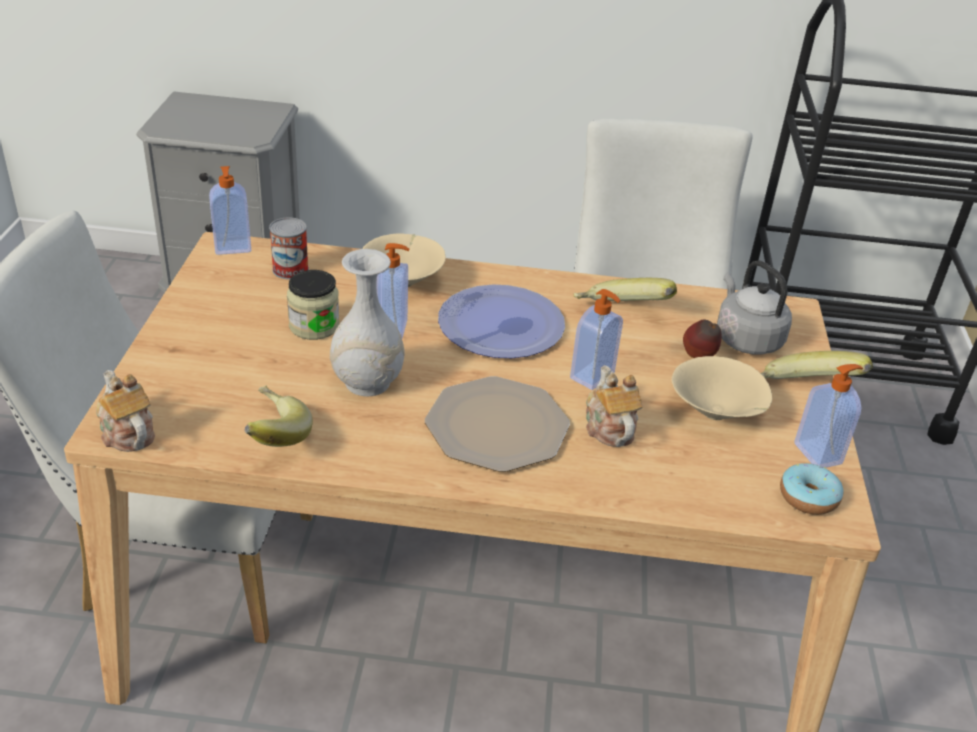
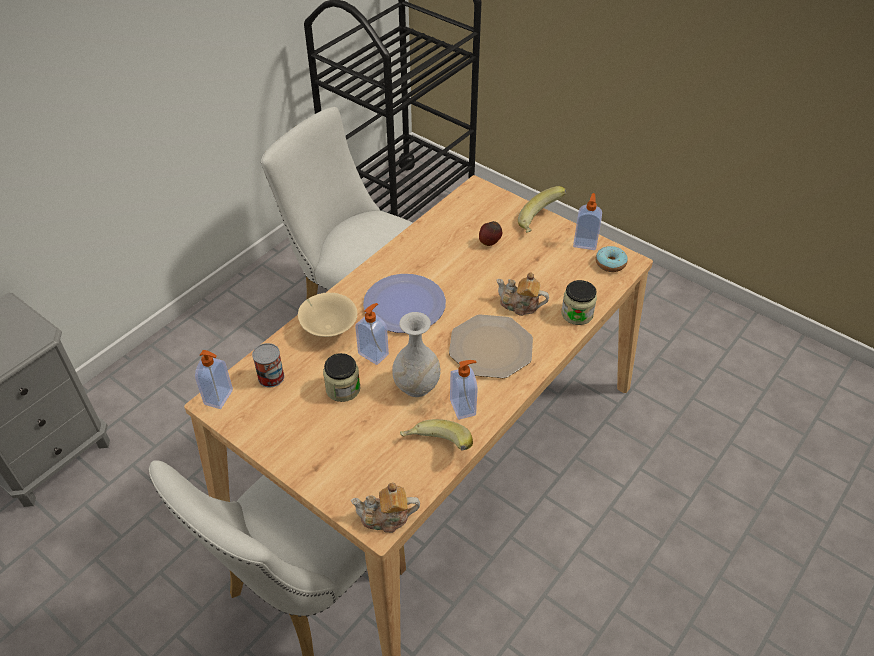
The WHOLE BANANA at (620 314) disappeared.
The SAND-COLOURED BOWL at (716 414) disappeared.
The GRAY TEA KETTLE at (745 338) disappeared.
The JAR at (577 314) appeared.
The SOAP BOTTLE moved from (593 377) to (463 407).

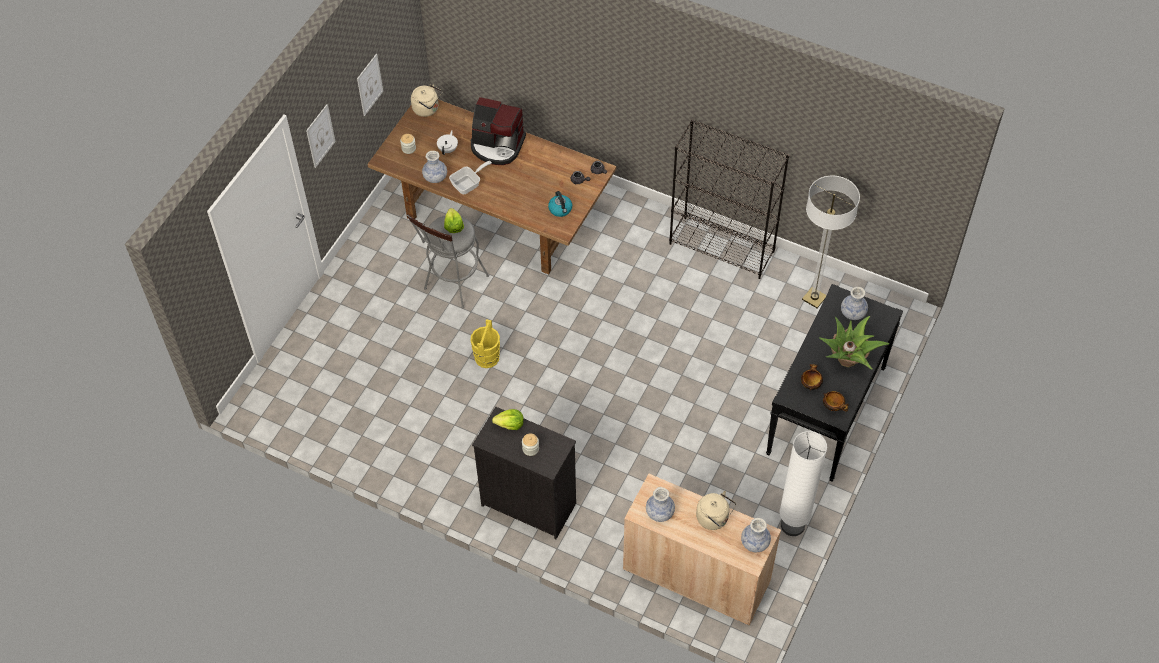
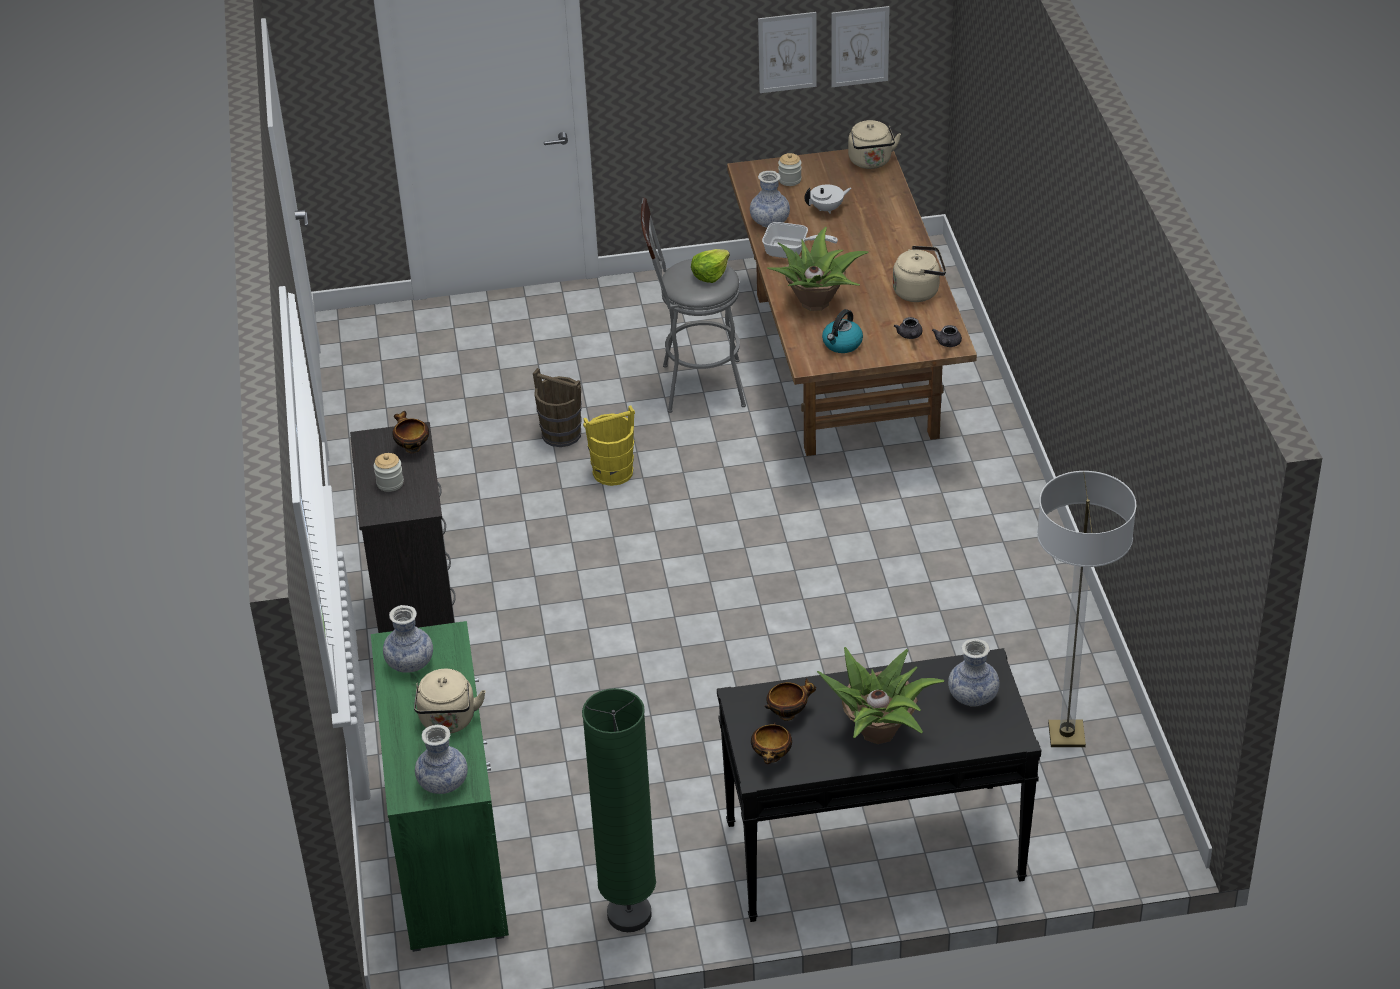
The COFFEE MACHINE at (497 146) disappeared.
The BLACK SHELVING UNIT at (722 247) disappeared.
The BROWN PAIL at (561 434) appeared.
The POTTED PLANT at (816 302) appeared.
The SAND-COLOURED TEA KETTLE at (919 291) appeared.
The WALL PICTURE moved from (320 136) to (859 46).
The LETTUCE at (510 425) was replaced by the BOWL at (411 447).
The SAND-COLOURED CUPBOARD at (696 575) became the GREEN CUPBOARD at (450 851).
The WHITISH FLOOR LAMP at (792 525) became the GREEN FLOOR LAMP at (629 915).

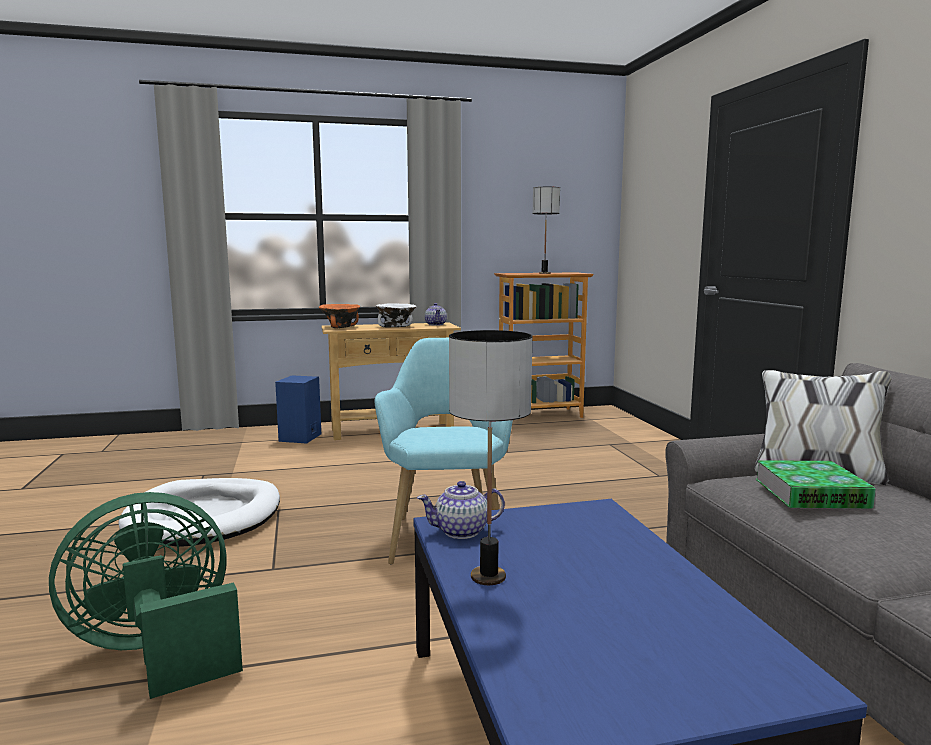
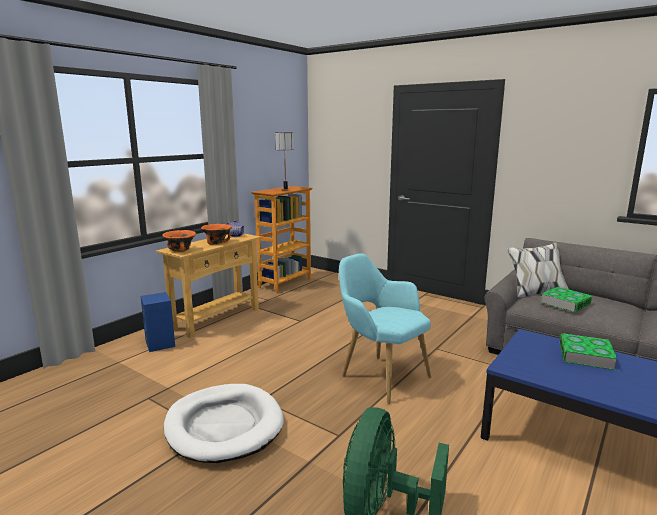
The TEAPOT at (462 531) disappeared.
The TABLE LAMP at (488 577) disappeared.
The BOOK at (585 356) appeared.
The WHITISH BOWL at (396 326) became the ORANGE BOWL at (217 242).

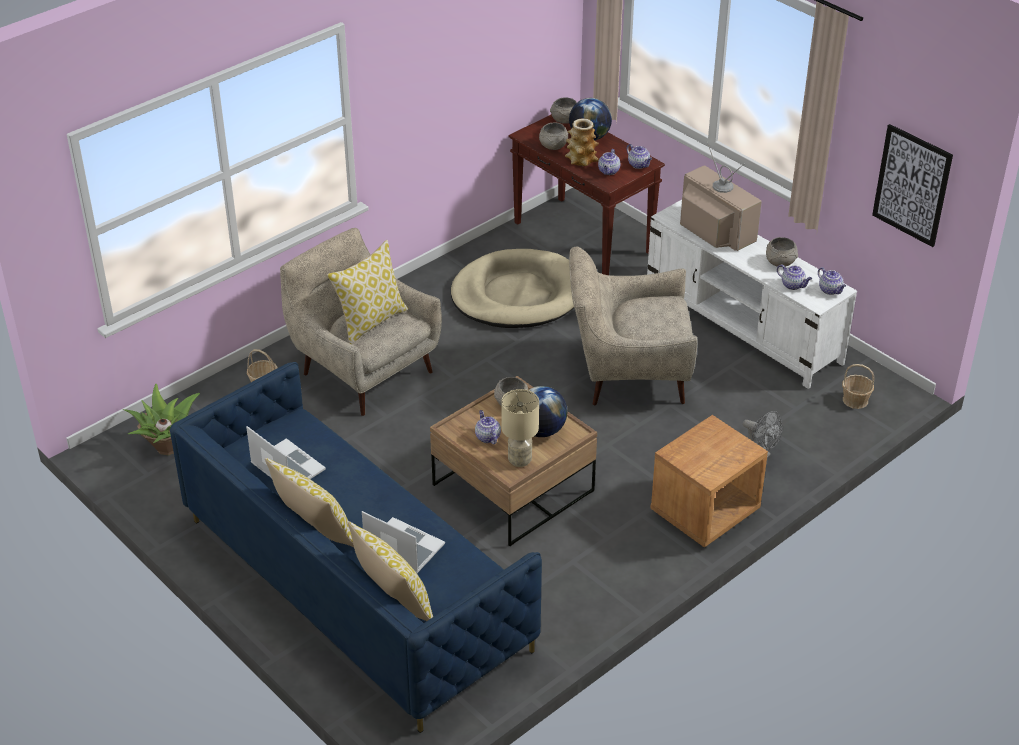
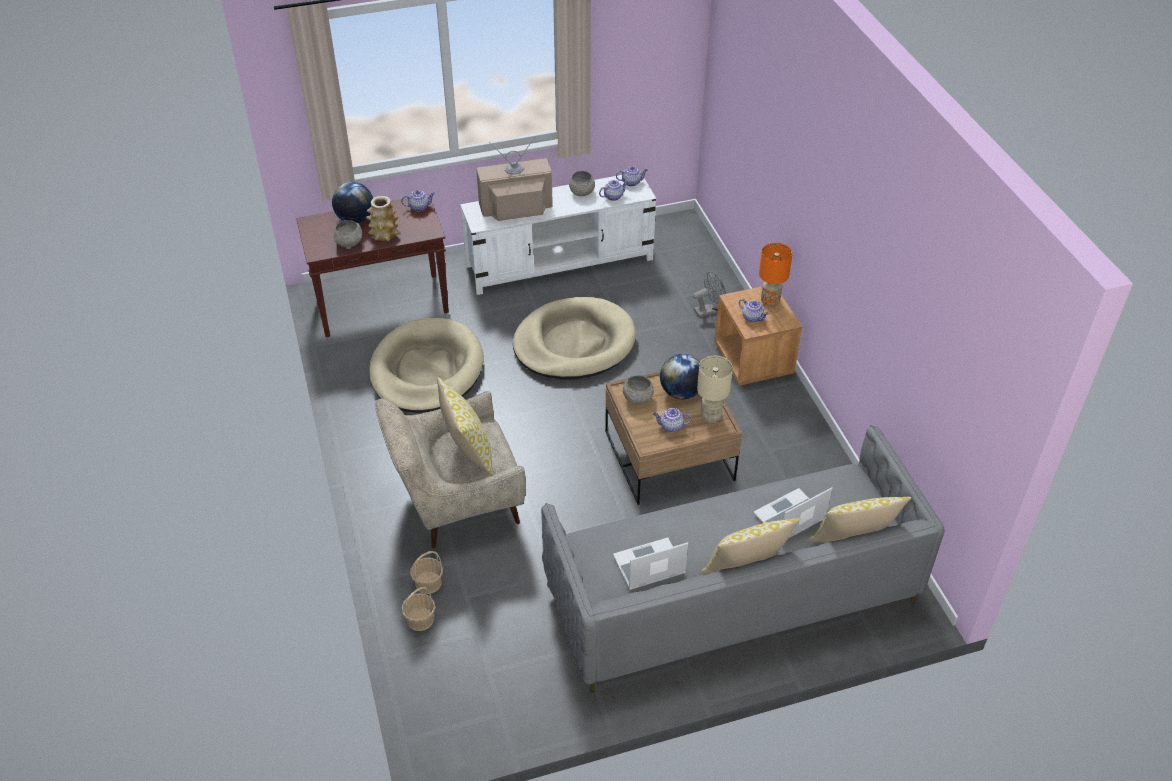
The POTTED PLANT at (169 446) disappeared.
The GRAY BOWL at (564 120) disappeared.
The WALL PICTURE at (912 185) disappeared.
The ORANGE TABLE LAMP at (769 301) appeared.
The TEAPOT moved from (609 171) to (753 317).
The BASKET moved from (855 400) to (420 619).
The SAND-COLOURED EASY CHAIR at (627 374) was replaced by the SAND-COLOURED PET BED at (574 343).
The BLUE-COLOURED SOFA at (355 583) became the GRAY SOFA at (730 594).

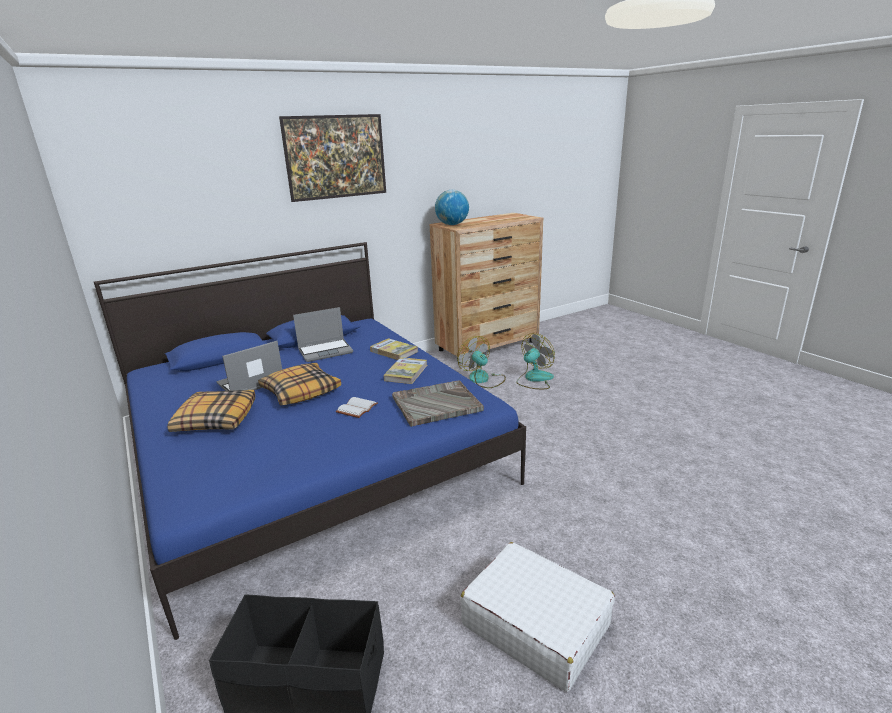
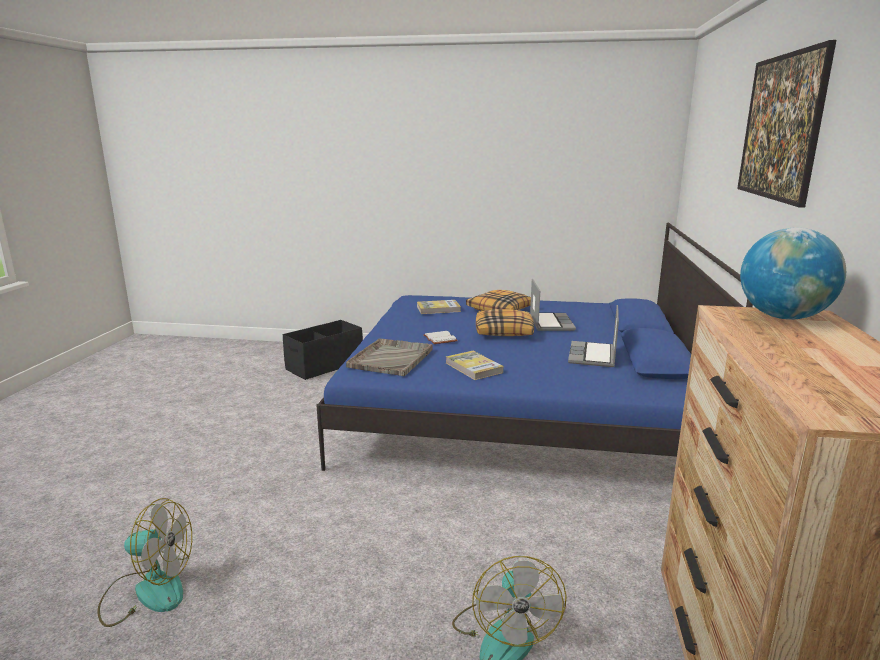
The WHITISH SUITCASE at (535 624) disappeared.
The BOOK moved from (394 351) to (438 309).
The COOLING FAN moved from (483 379) to (147 591).

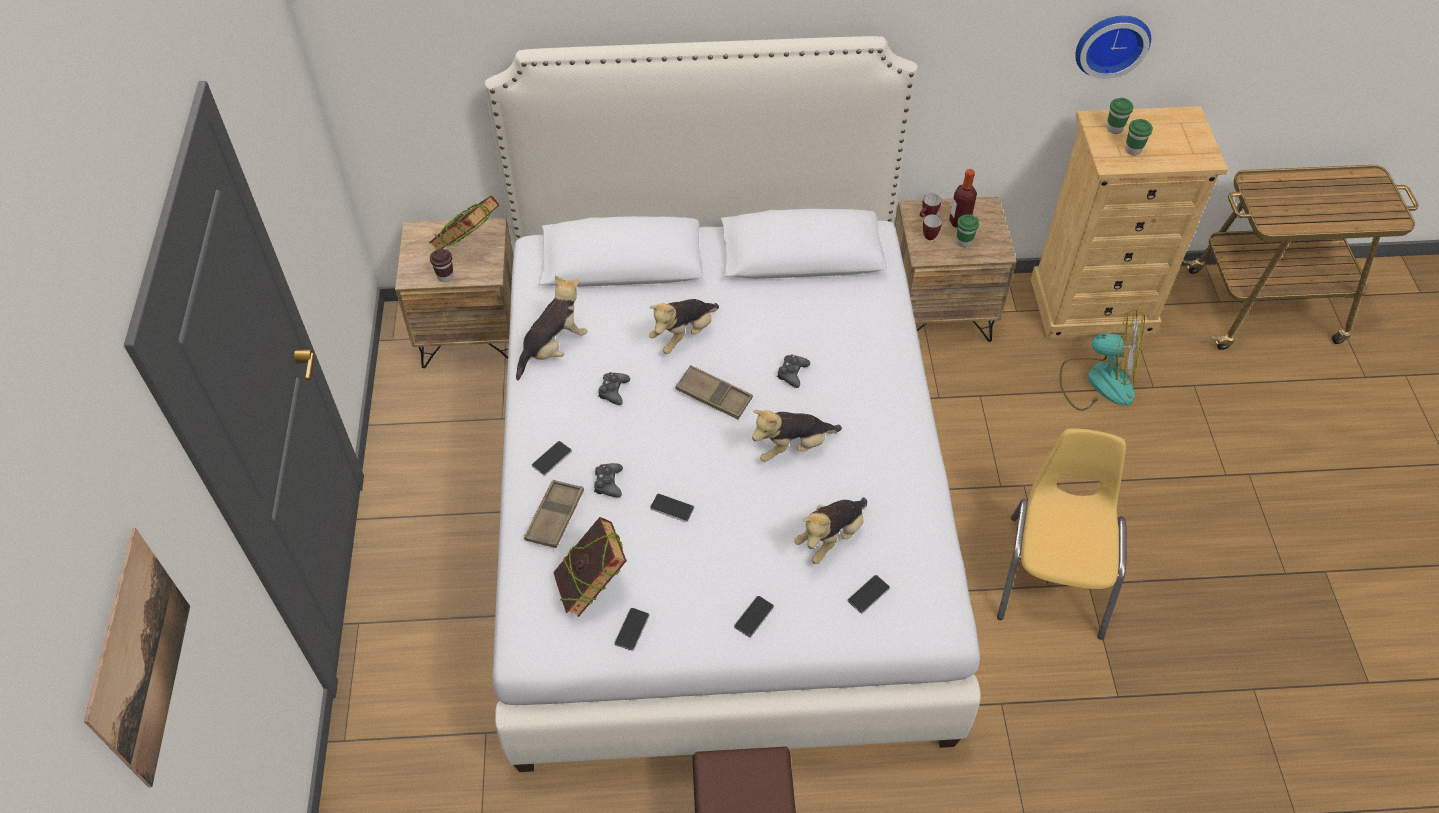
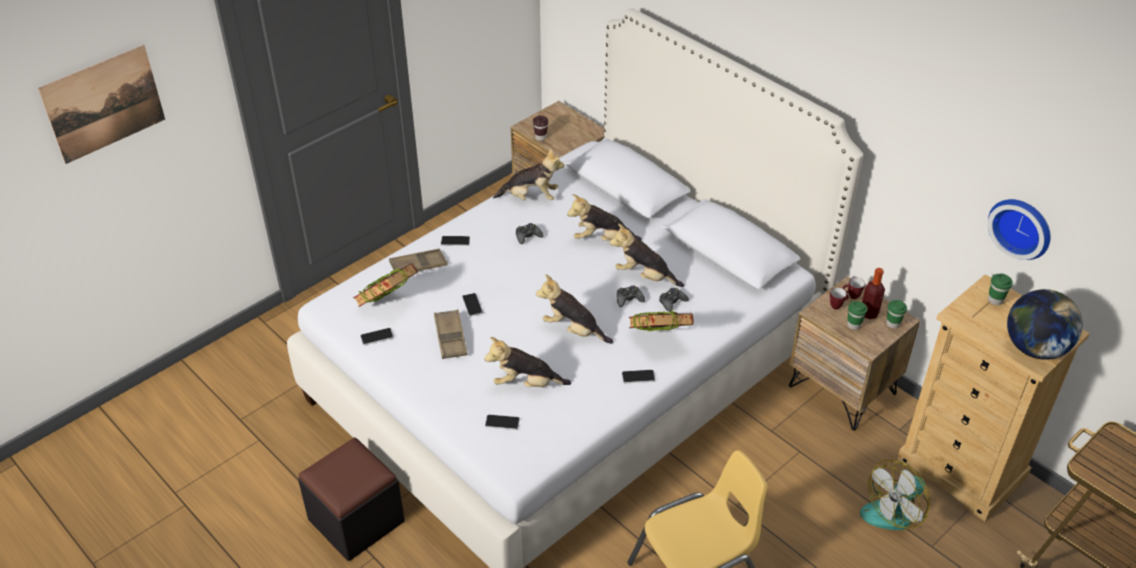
The PLUSH TOY at (644 276) appeared.
The DESK GLOBE at (1034 348) appeared.
The BOOK moved from (469 246) to (658 341).
The BLACK GAME CONTROLLER moved from (608 483) to (672 302).
The BROWN SERVING TRAY moved from (714 396) to (450 337).
The TELEPHONE moved from (754 617) to (638 377).
The GREEN CUP moved from (1133 150) to (893 324).
The COOLING FAN at (1098 381) turned 75 degrees clockwise.

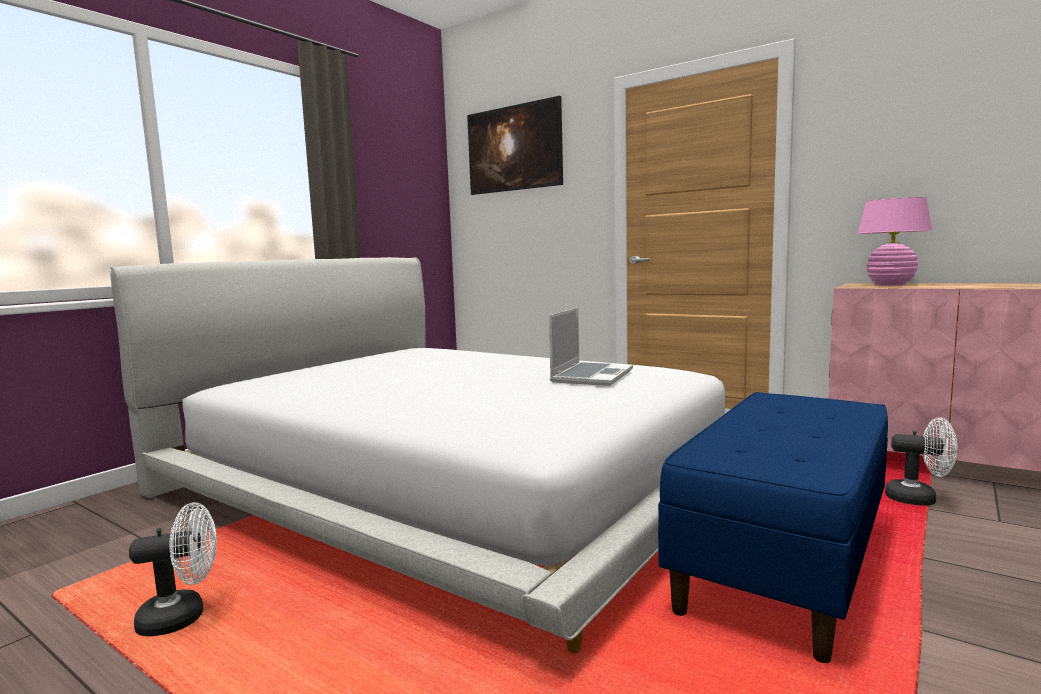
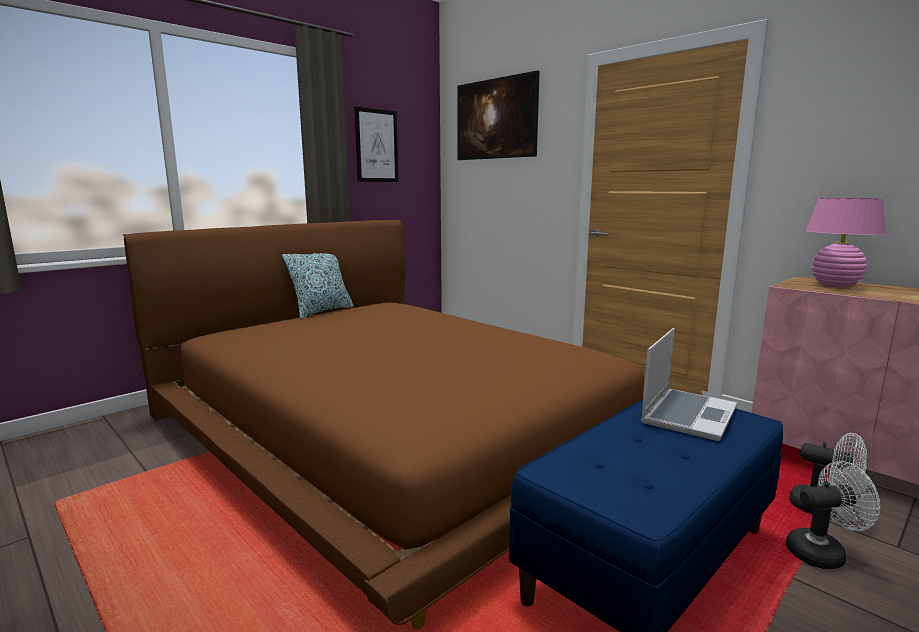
The THROW PILLOW at (321 311) appeared.
The WALL PICTURE at (376 146) appeared.
The WHITISH COOLING FAN moved from (183 617) to (822 552).
The LAPTOP moved from (591 376) to (688 415).
The WHITISH BED at (451 480) became the BROWN BED at (393 430).

